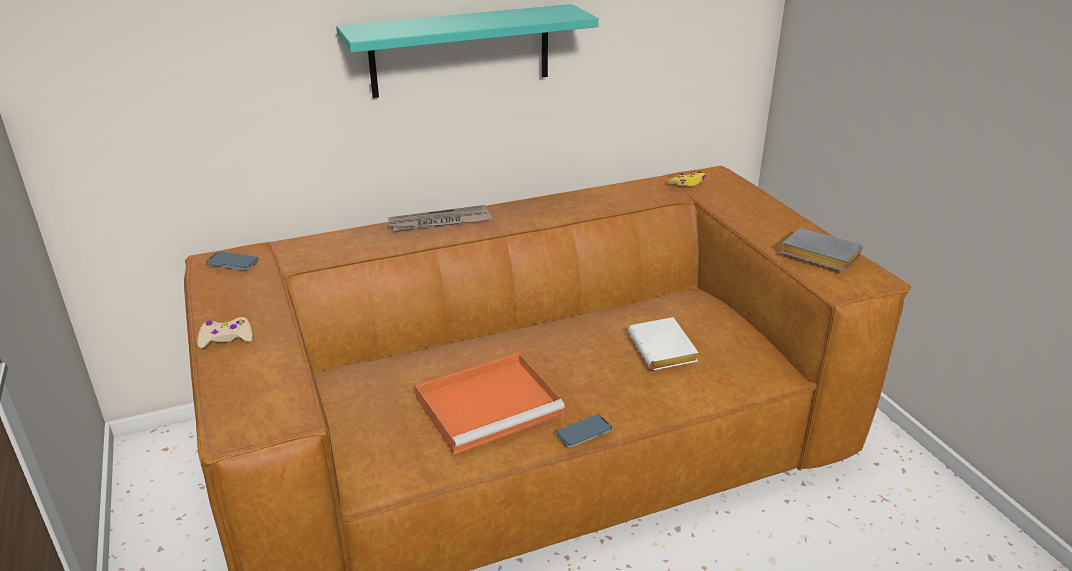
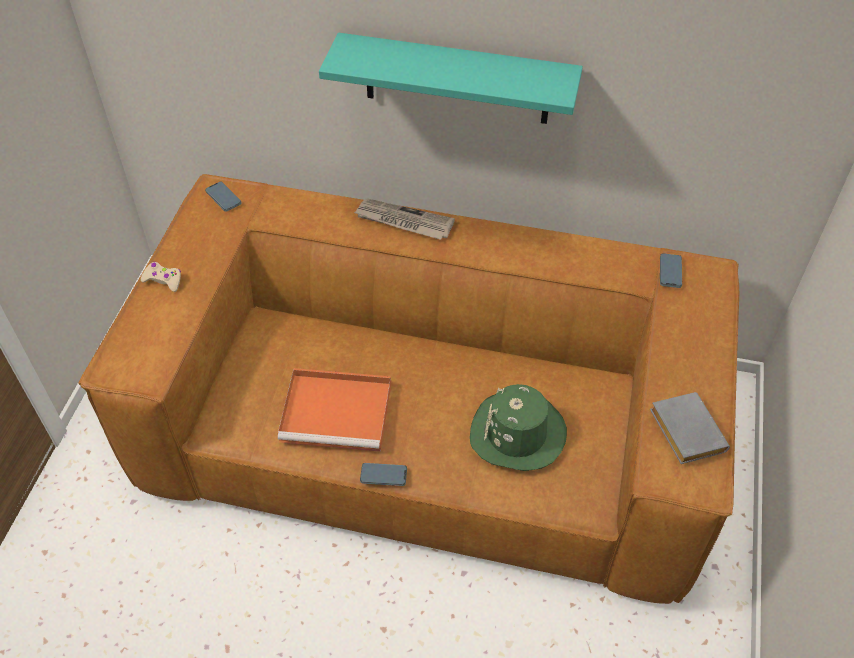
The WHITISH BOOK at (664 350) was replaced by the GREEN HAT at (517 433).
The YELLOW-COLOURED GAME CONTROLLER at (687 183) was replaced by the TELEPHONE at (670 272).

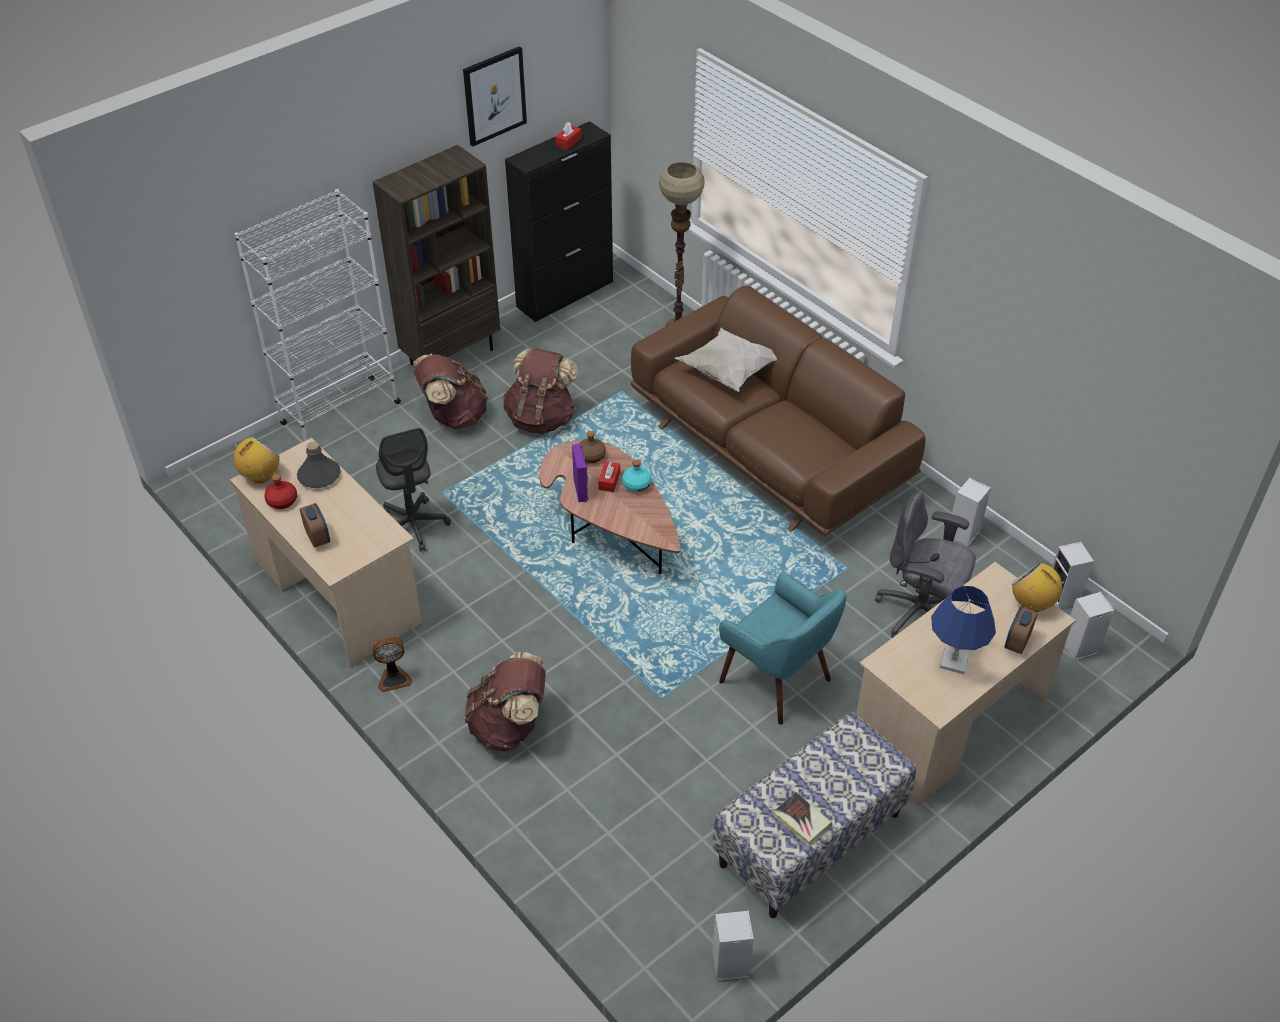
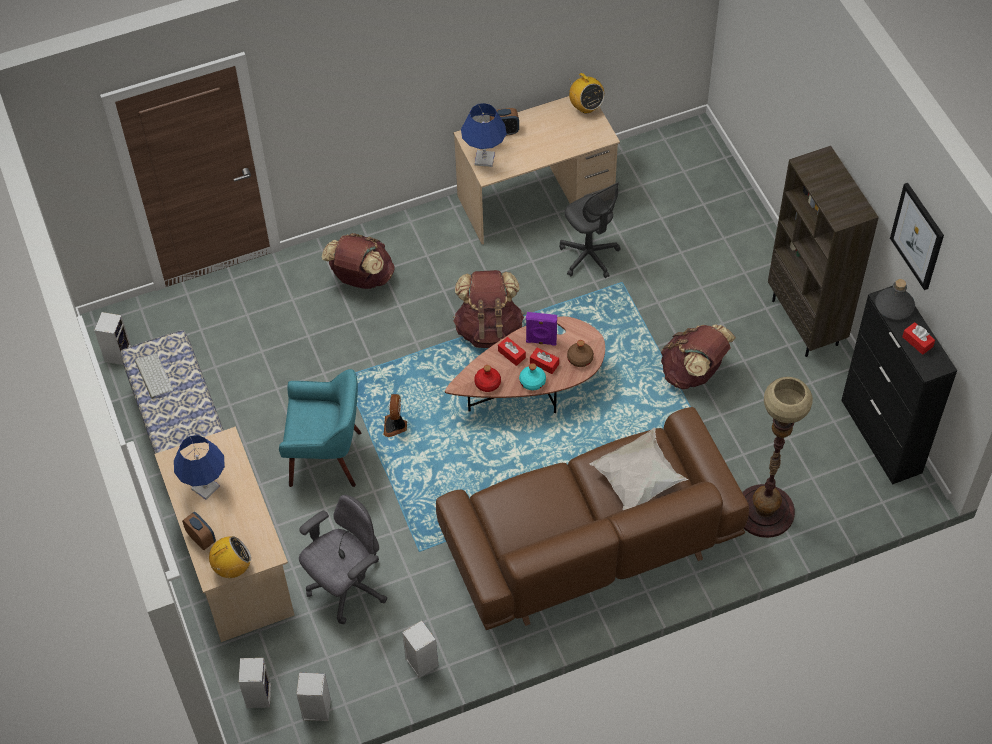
The WHITISH SHELVING UNIT at (340 413) disappeared.
The BLUE-COLOURED TABLE LAMP at (484 159) appeared.
The RED TISSUE BOX at (511 354) appeared.
The RED BEVERAGE BOTTLE moved from (282 500) to (488 383).
The GRAY BEVERAGE BOTTLE moved from (319 476) to (894 306).
The COOLING FAN moved from (394 678) to (395 426).
The BROWN BACKPACK moved from (453 416) to (489 328).
The BOOK at (802 821) was replaced by the KEYBOARD at (153 375).
The GRAY OFFICE CHAIR at (413 526) turned 120 degrees counterclockwise.
The TURQUOISE-COLOURED EASY CHAIR at (777 680) turned 150 degrees counterclockwise.

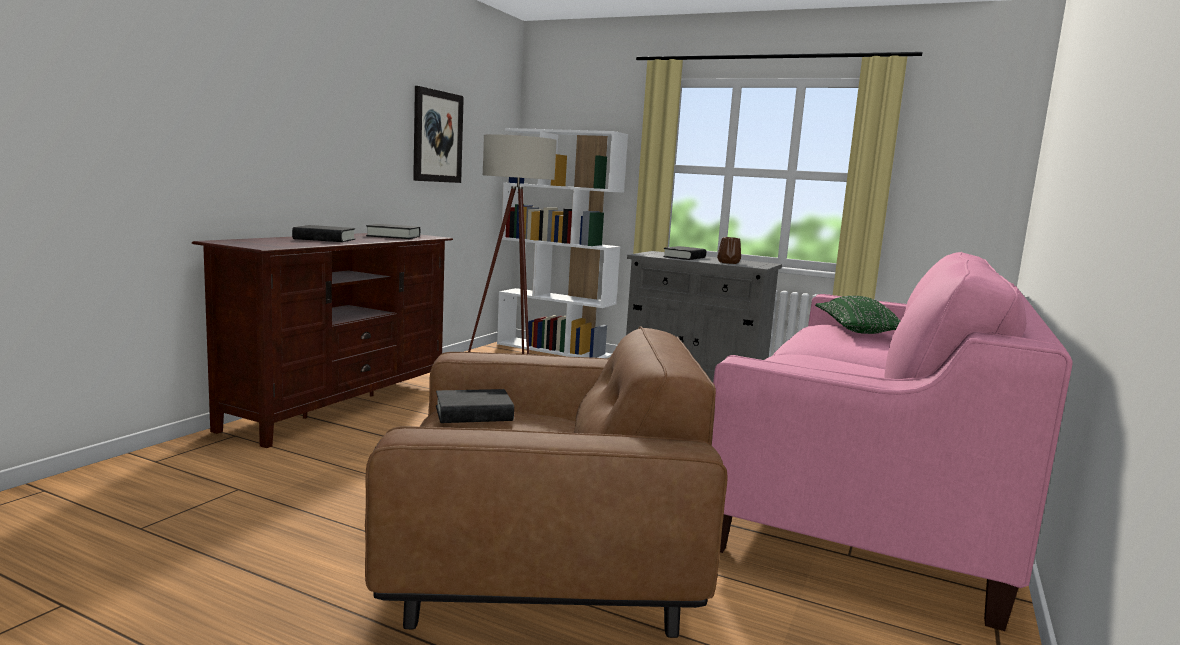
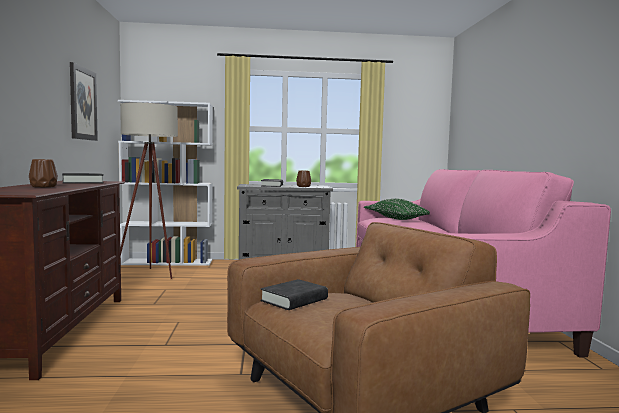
The BLACK BOOK at (324 239) was replaced by the BROWN DECORATIVE VASE at (44 186).

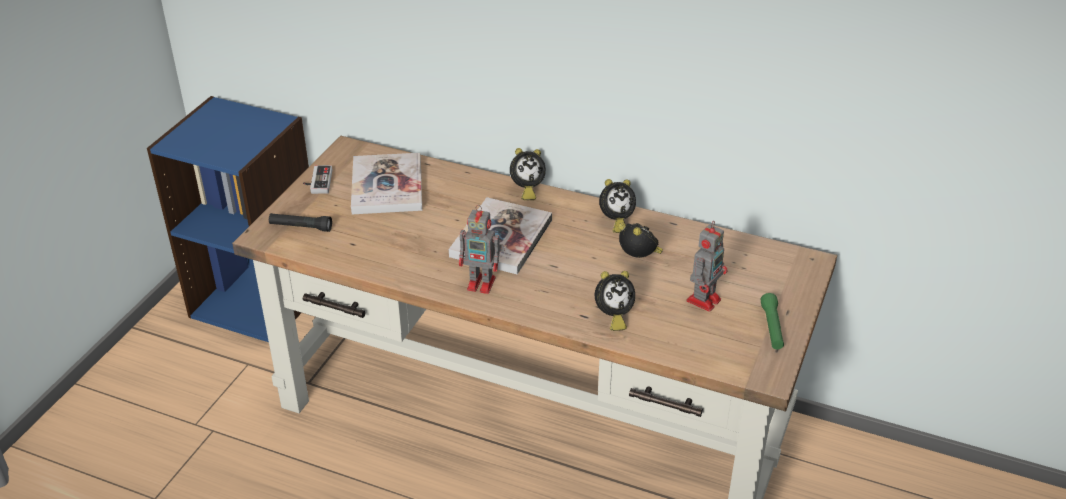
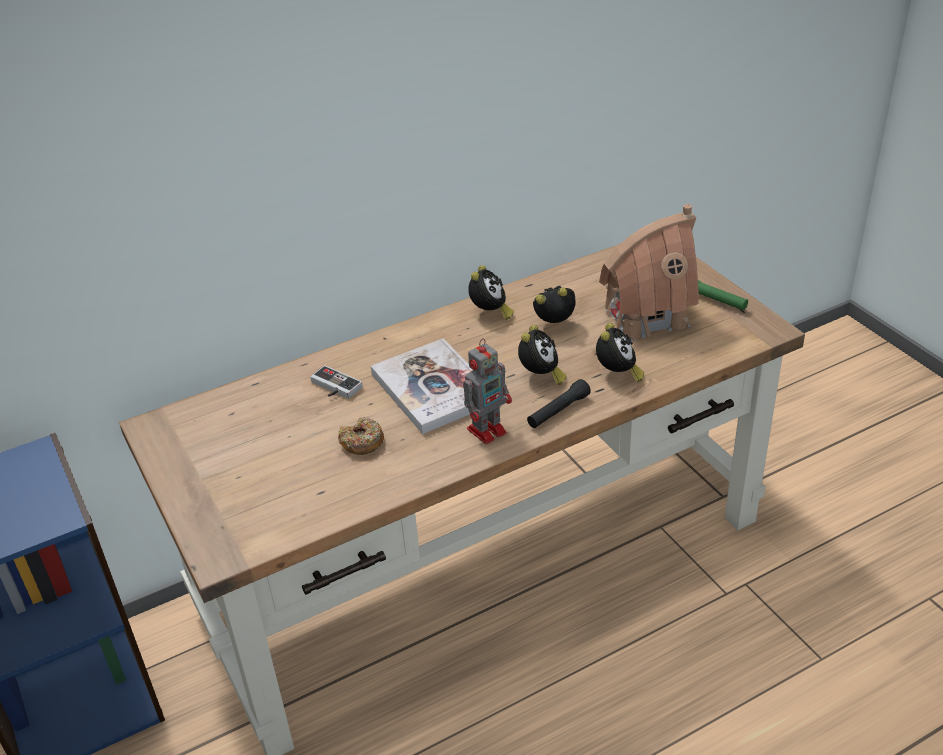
The BOOK at (387 186) disappeared.
The DONUT at (362 442) appeared.
The BLACK FLASHLIGHT moved from (301 227) to (558 411).
The GAME CONTROLLER moved from (317 182) to (333 387).
The TABLE CLOCK moved from (526 190) to (540 376).
The MODEL ROBOT at (704 299) was replaced by the MODEL HOUSE at (645 316).

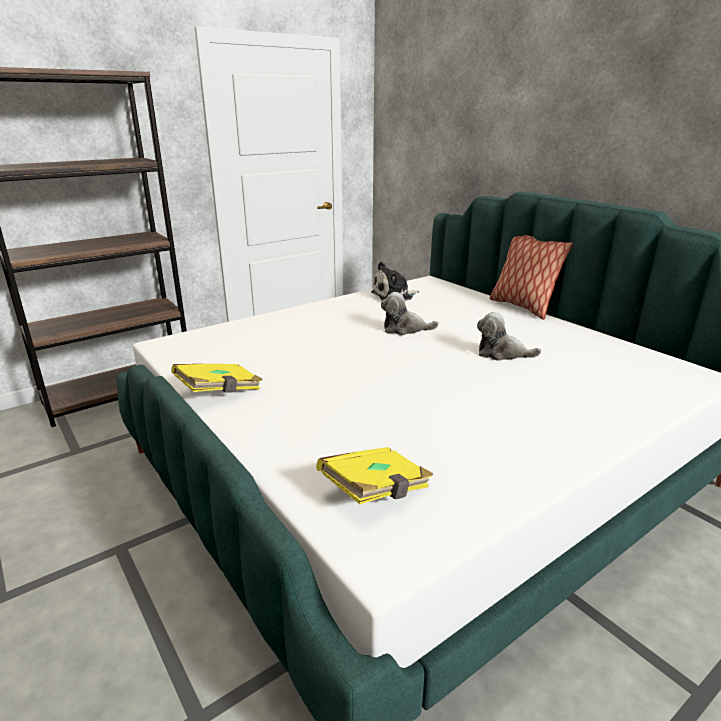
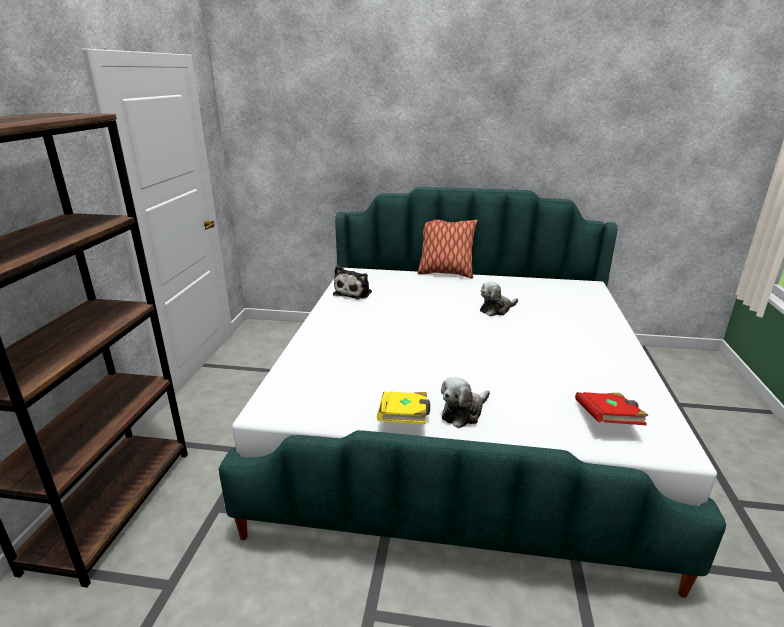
The PLUSH TOY moved from (405 329) to (463 412).
The YELLOW-COLOURED BOOK at (376 491) became the RED BOOK at (608 420).

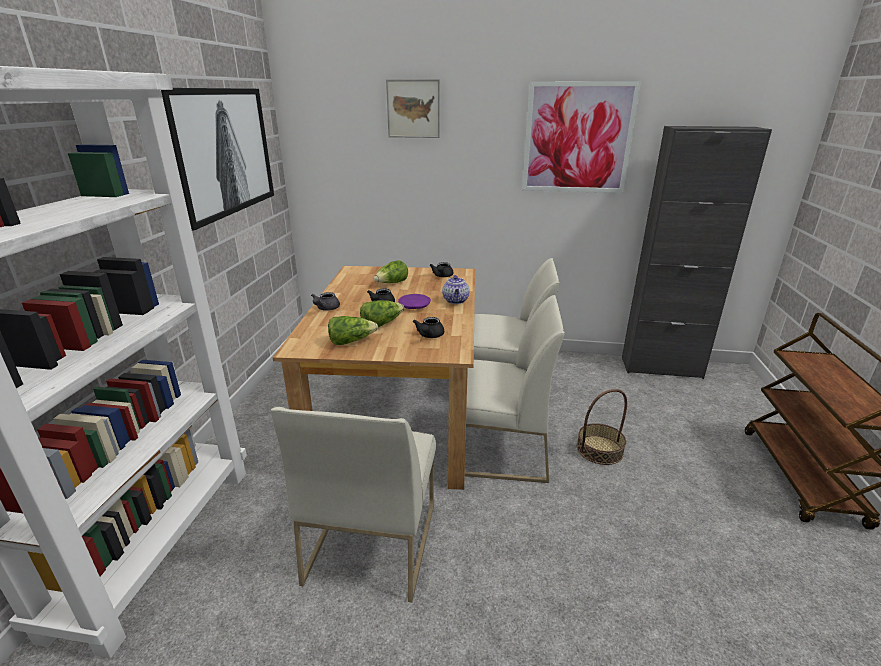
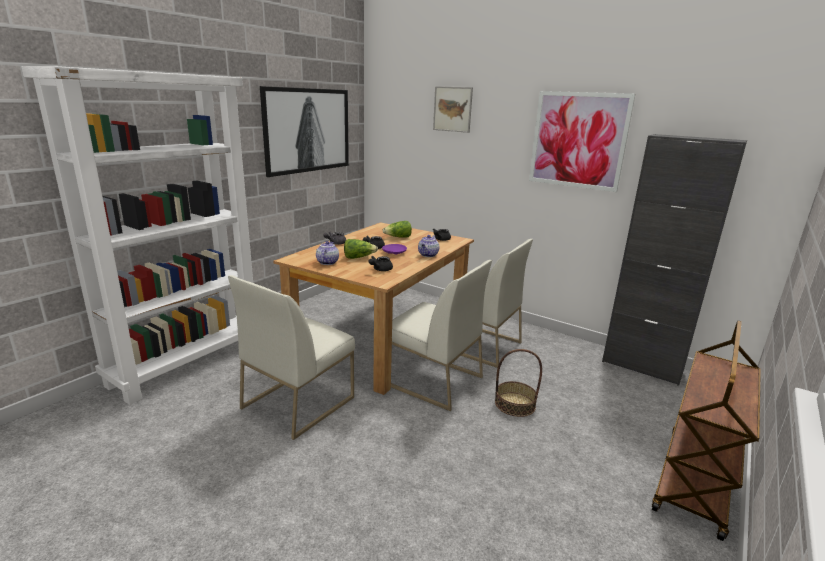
The LETTUCE at (351 341) was replaced by the TEAPOT at (327 262).

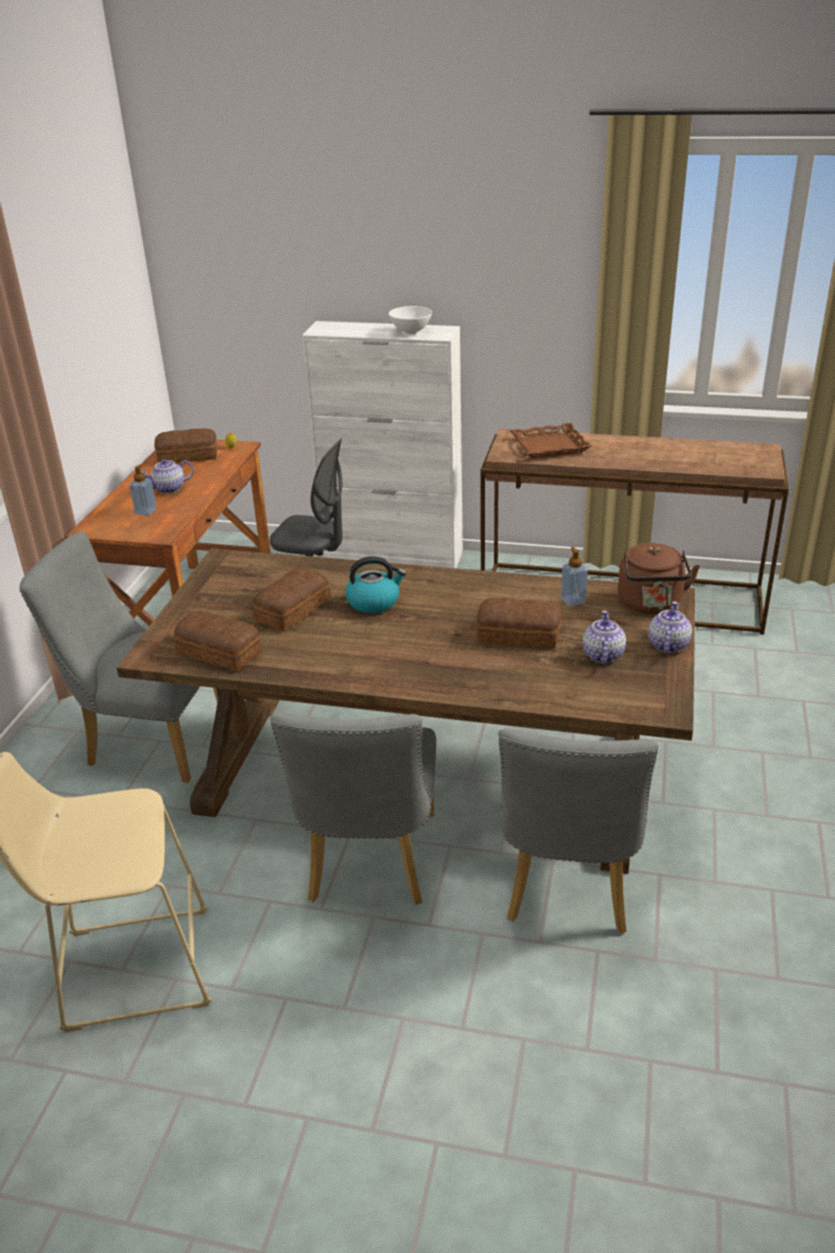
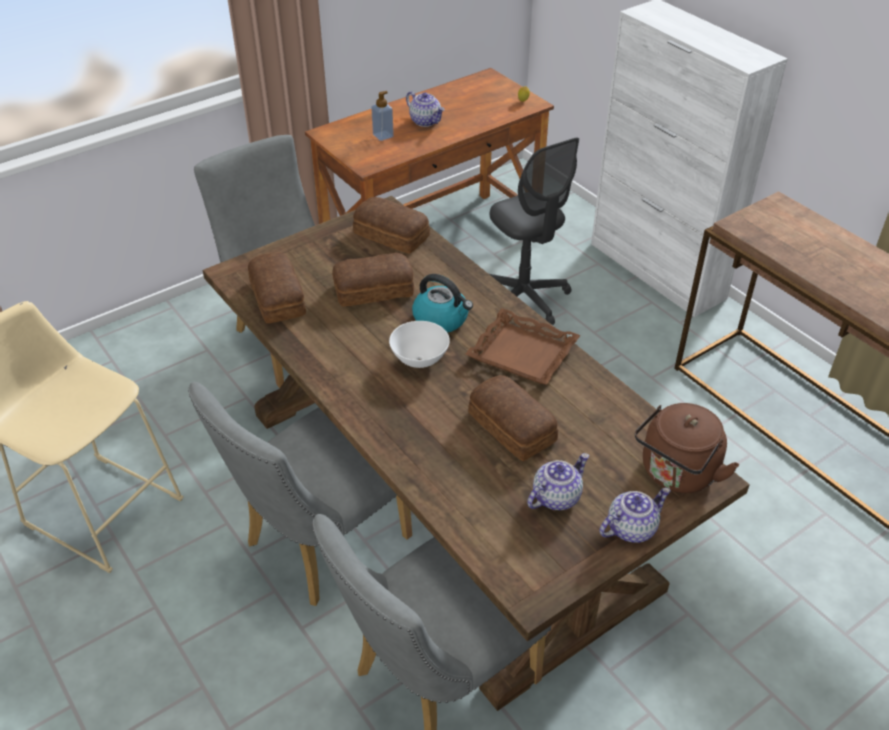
The SOAP BOTTLE at (573 600) disappeared.
The BAKED BREAD moved from (189 456) to (391 236).
The WHITISH BOWL moved from (410 332) to (419 360).
The BROWN SERVING TRAY moved from (549 446) to (522 353).
The TEAPOT at (169 489) turned 150 degrees counterclockwise.

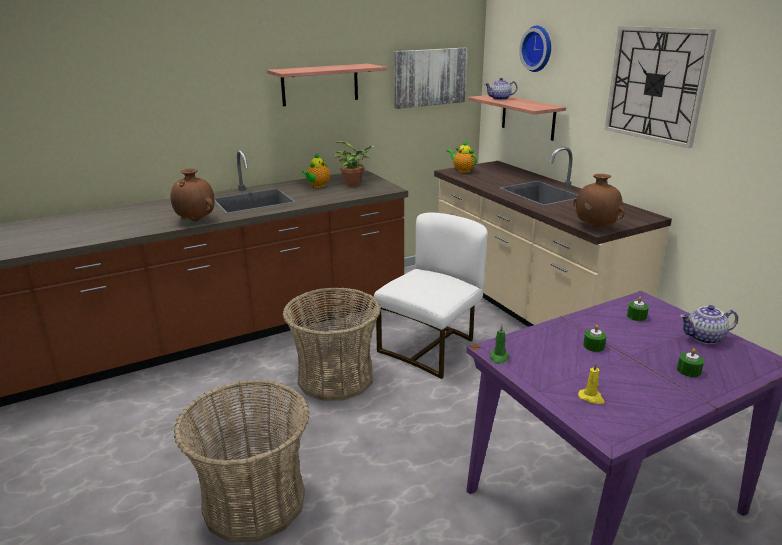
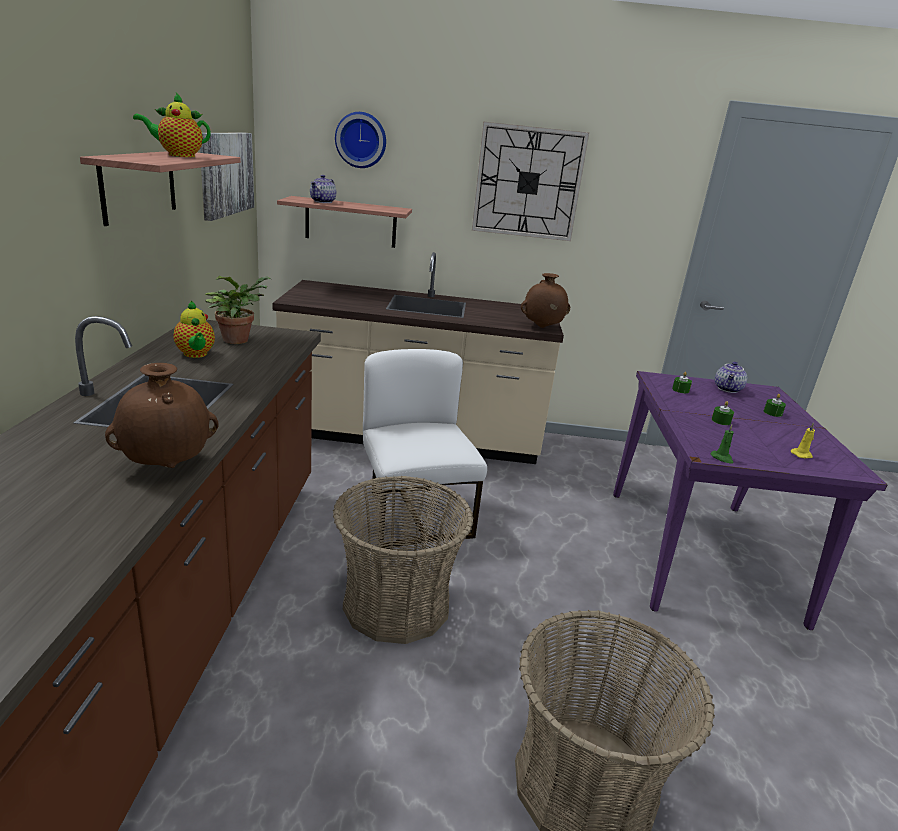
The TEAPOT moved from (462 170) to (178 155).

